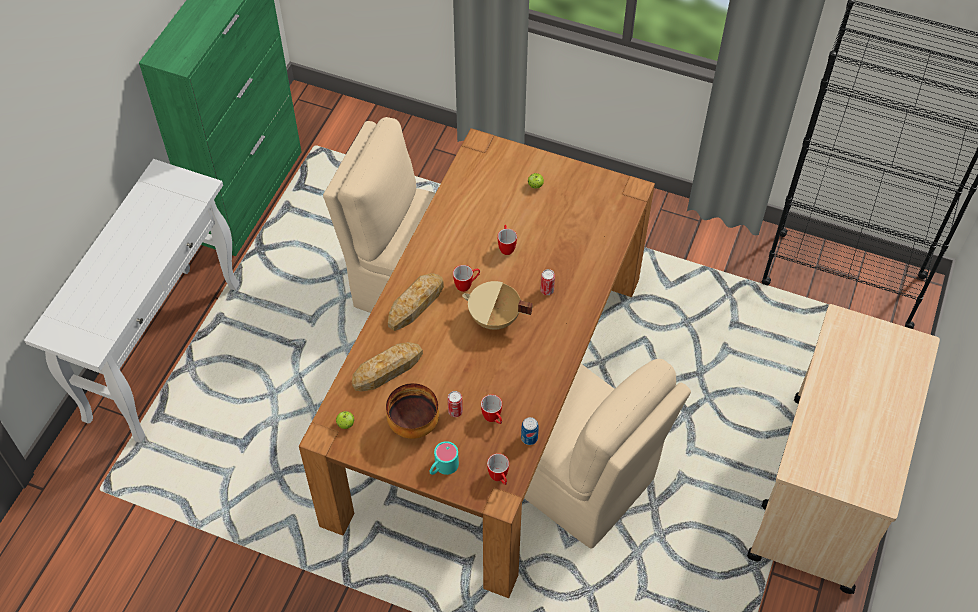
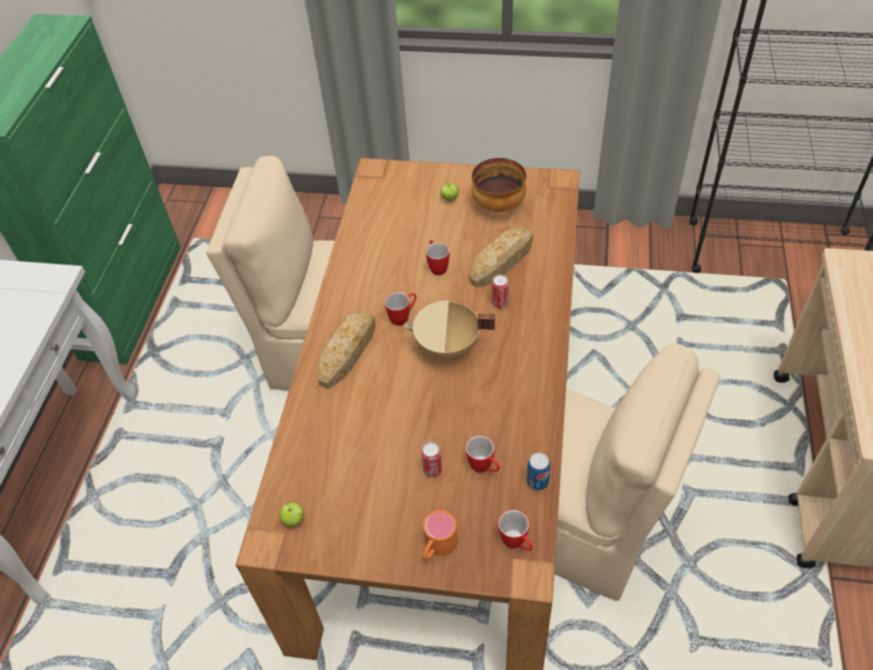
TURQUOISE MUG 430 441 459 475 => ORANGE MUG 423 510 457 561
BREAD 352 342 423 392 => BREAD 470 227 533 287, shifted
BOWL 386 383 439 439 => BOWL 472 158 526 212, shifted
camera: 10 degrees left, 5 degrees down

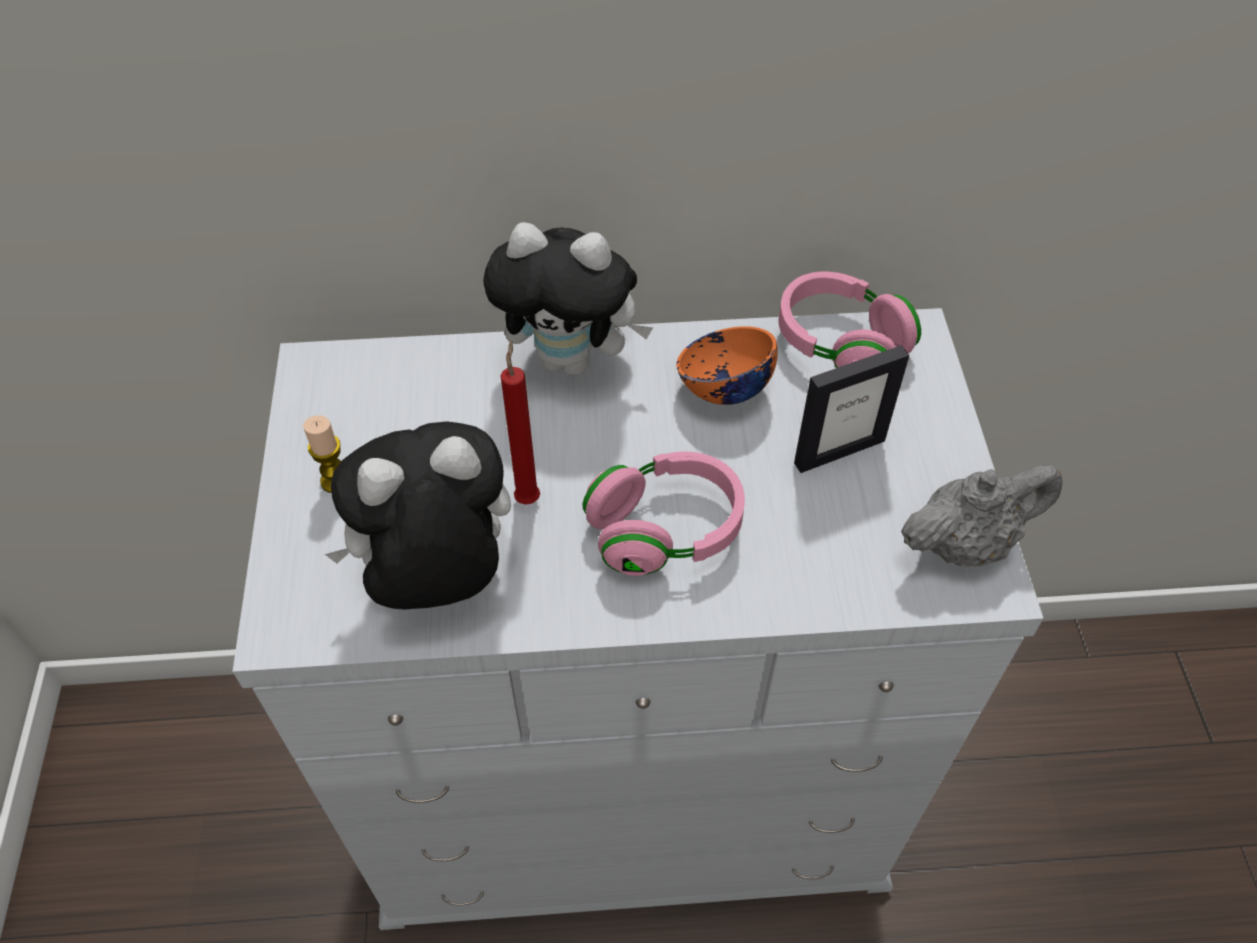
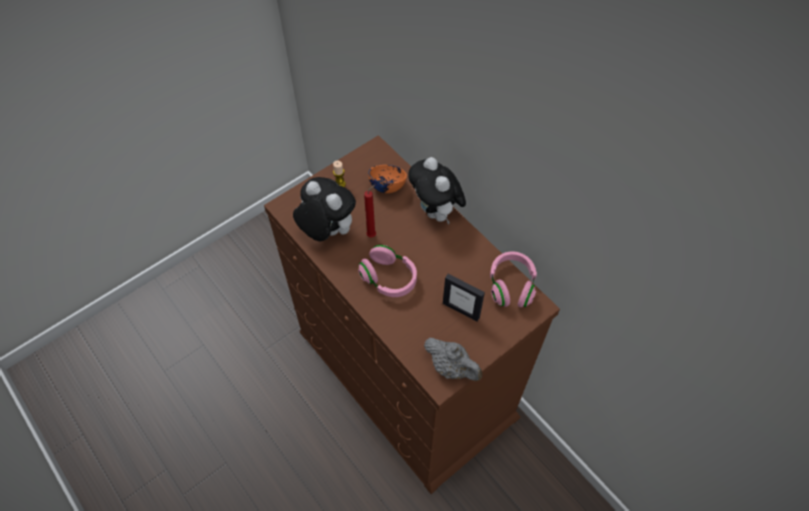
WHITE DRESSER 233 308 1044 930 => BROWN DRESSER 264 135 560 494
ORANGE BOWL 676 326 778 405 => ORANGE BOWL 368 165 407 193, shifted
camera: 55 degrees right, 5 degrees up

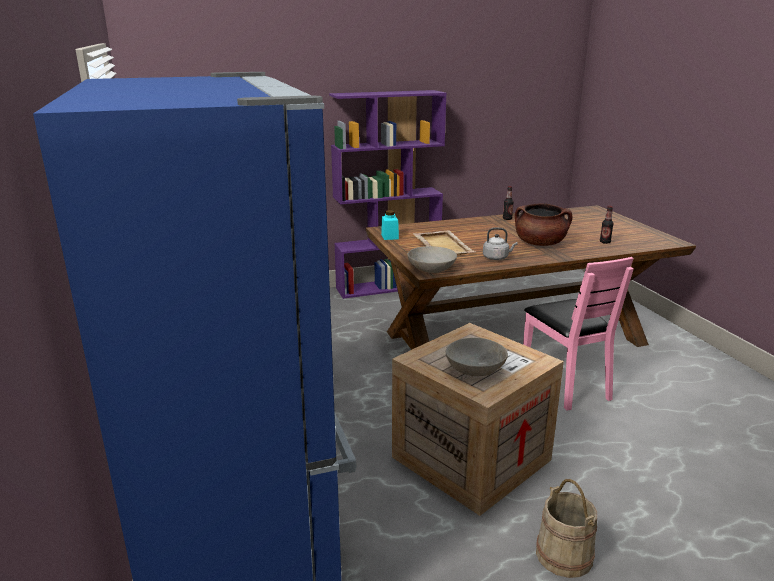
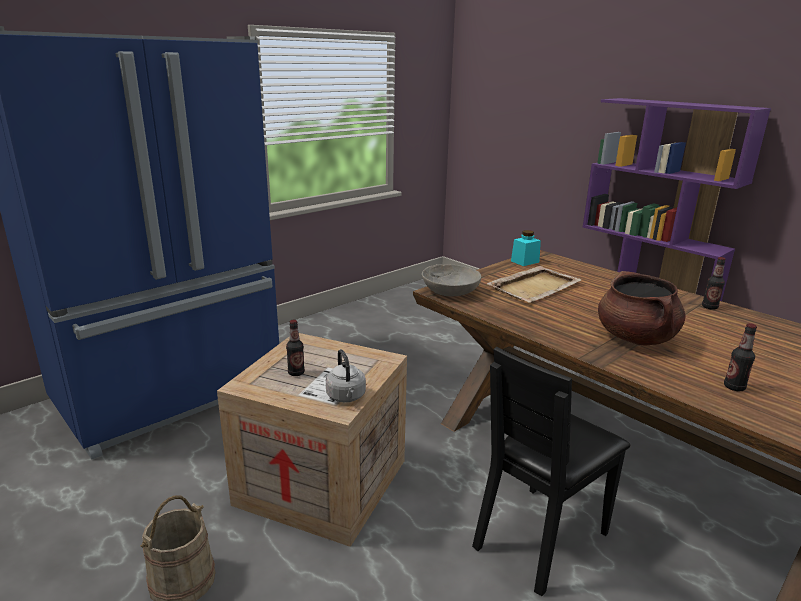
GREY BOWL 446 338 508 376 => BOTTLE 286 320 305 376
GREY KETTLE 483 228 518 260 => GREY KETTLE 326 349 366 403, shifted
PINK CHAIR 523 257 634 410 => BLACK CHAIR 472 347 630 596
camera: 65 degrees right, 0 degrees up

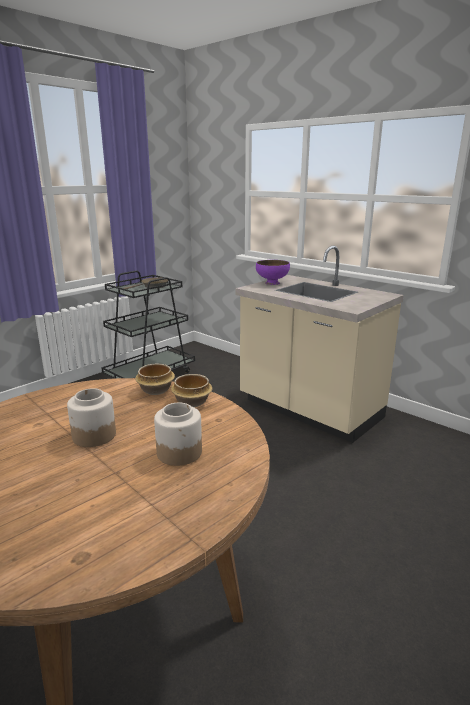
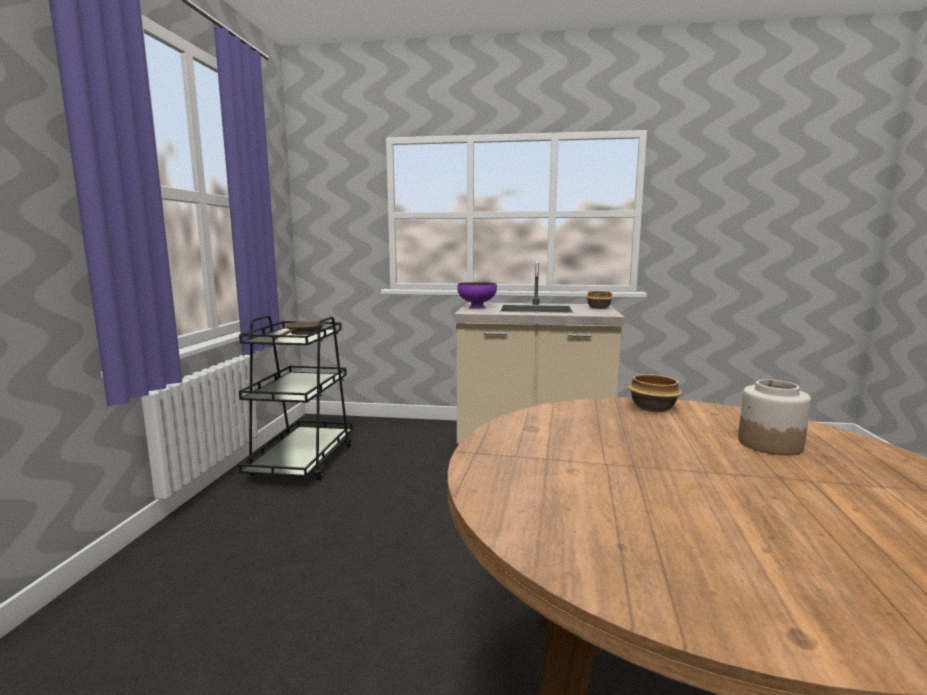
BOWL 135 363 175 395 => BOWL 586 291 614 309, shifted
JAR 67 388 116 447 => nothing
camera: 35 degrees left, 10 degrees down

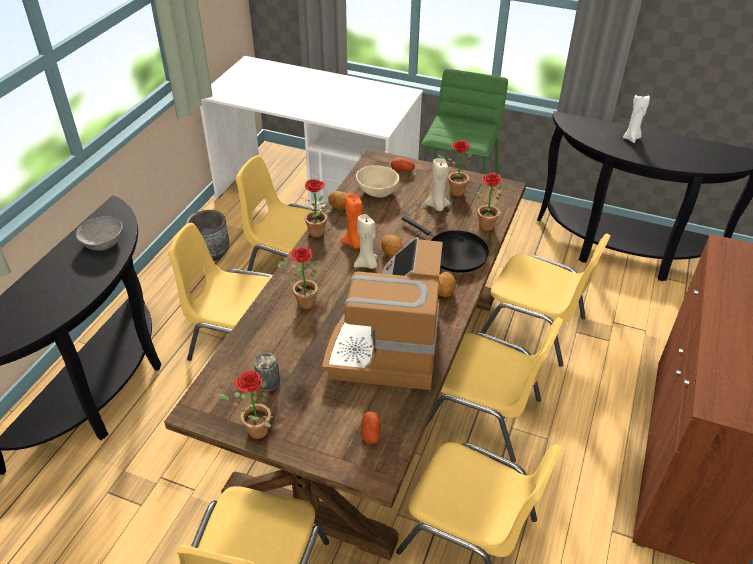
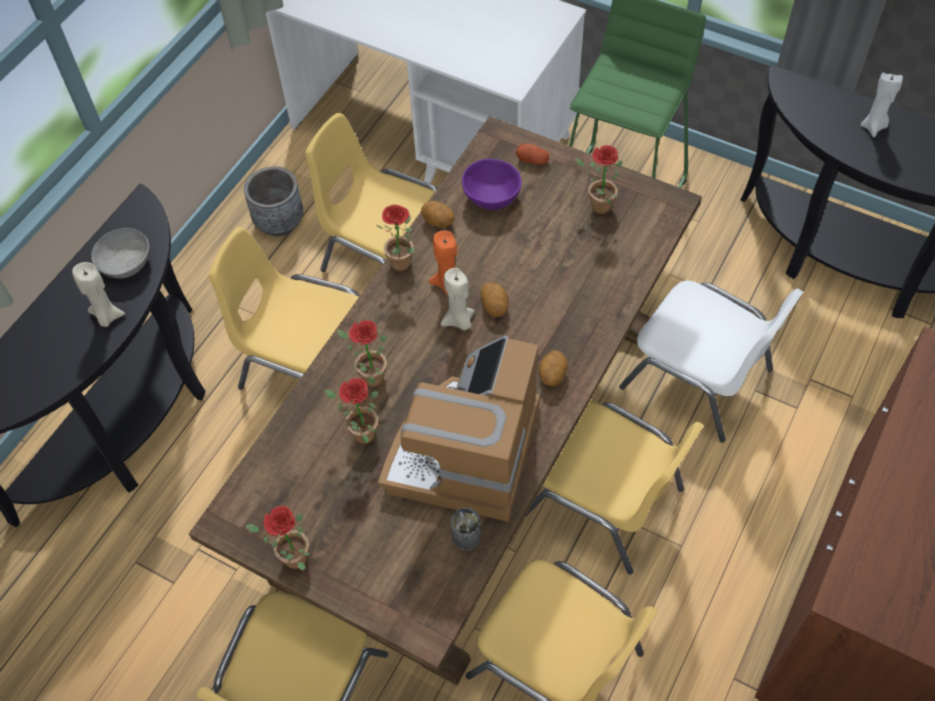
BEIGE CANDLE 424 158 451 211 => BEIGE CANDLE 72 262 125 327, shifted
POTTED PLANT 466 173 502 232 => POTTED PLANT 324 378 378 444, shifted
CAN 254 353 280 391 => CAN 451 508 481 551, shifted
BEIGE BOWL 356 165 399 198 => PURPLE BOWL 462 159 522 210
YELLOW CHAIR 480 234 611 367 => WHITE CHAIR 619 281 803 443
POTATO 361 412 381 444 => nothing
BLACK FRYING PAN 402 216 490 273 => nothing
camera: 10 degrees right, 15 degrees up

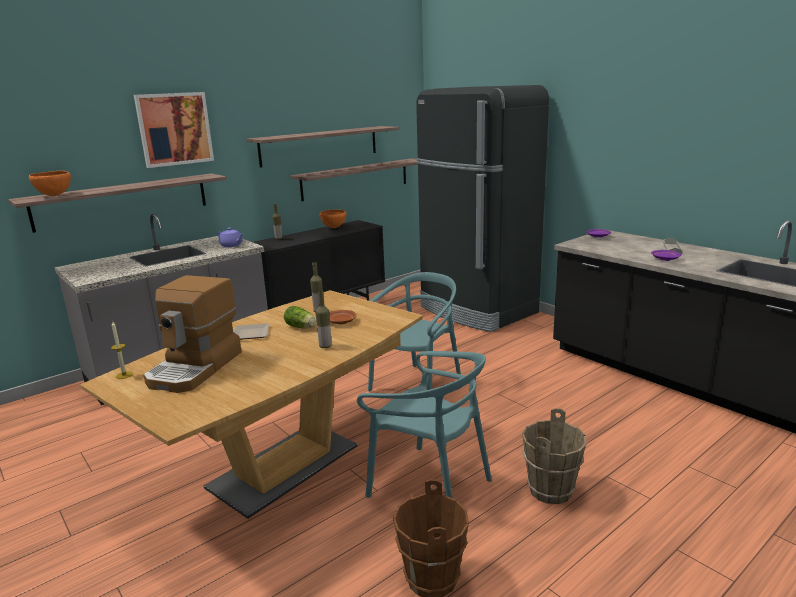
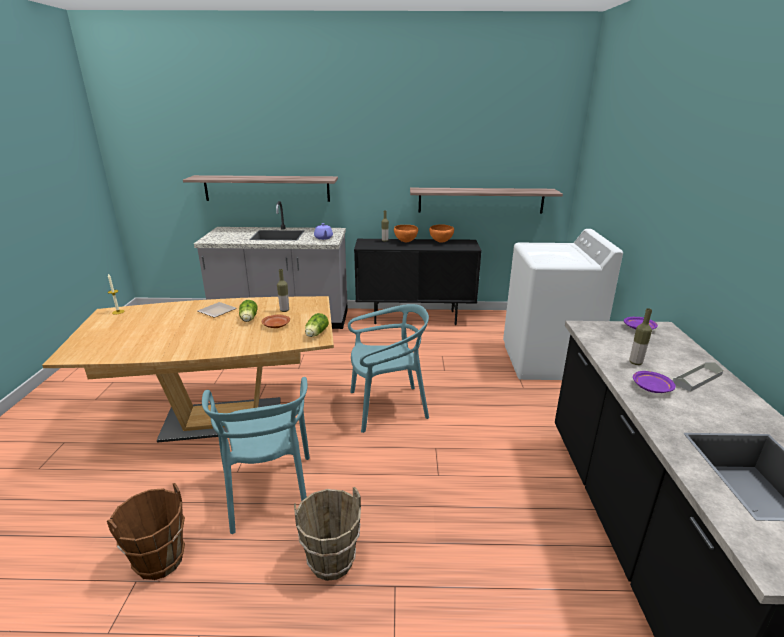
nothing => LETTUCE 305 313 329 337
ORANGE BOWL 29 171 71 196 => ORANGE BOWL 394 225 418 242, shifted
BLACK FRIDGE 416 85 549 332 => WHITE WASHING MACHINE 503 229 623 380
BOTTLE 315 291 332 348 => BOTTLE 629 308 652 365, shifted
PICTURE 134 92 214 168 => nothing
COFFEE MACHINE 143 275 242 393 => nothing
SHELF 247 126 399 167 => nothing
camera: 40 degrees right, 5 degrees up

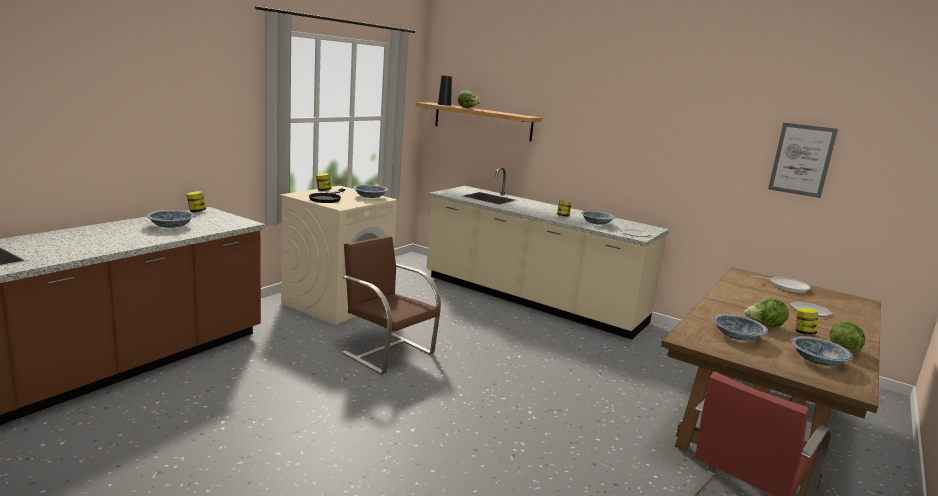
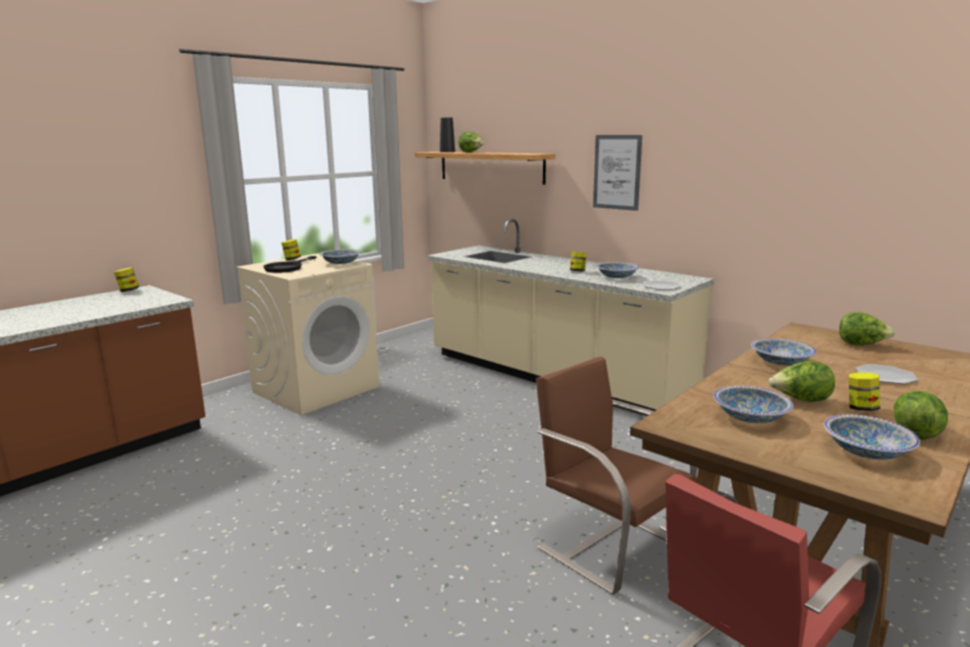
BROWN CHAIR 341 235 441 375 => BROWN CHAIR 536 357 697 595, shifted
PICTURE 768 123 838 198 => PICTURE 593 135 642 211, shifted
BOWL 147 210 195 228 => BOWL 751 338 817 366, shifted
FRYING PAN 751 275 811 293 => LETTUCE 839 312 895 345
camera: 10 degrees right, 0 degrees up

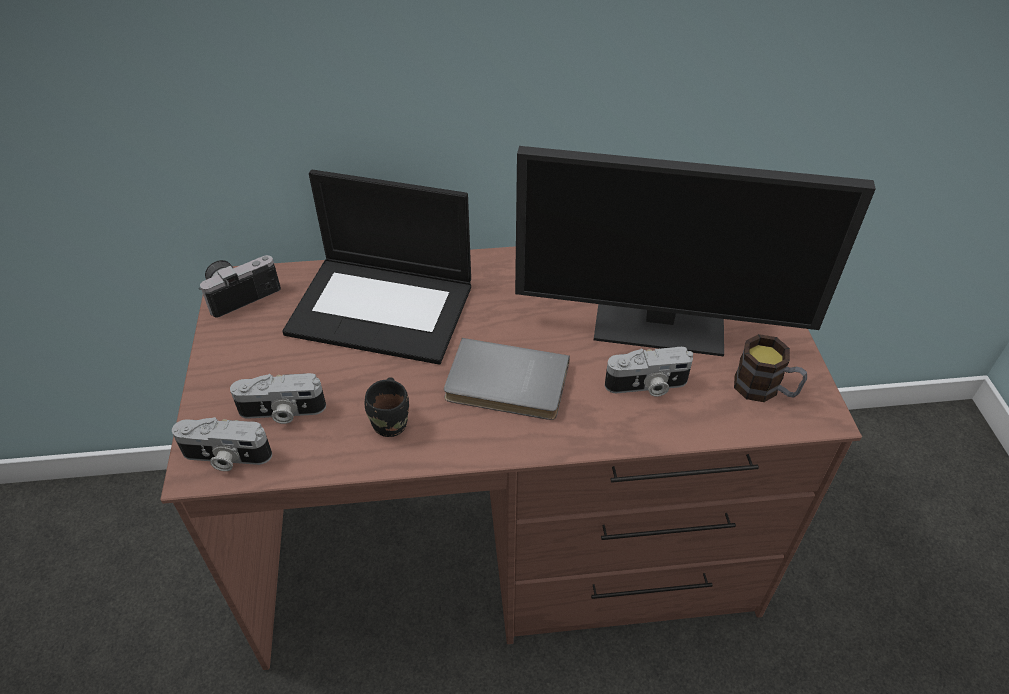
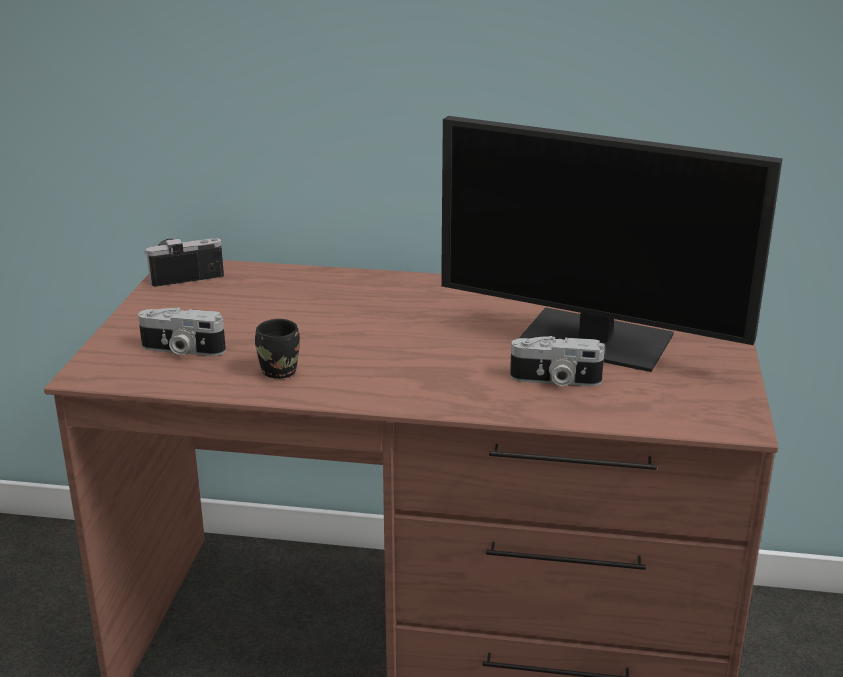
PHOTO CAMERA 172 417 272 471 => nothing
LAPTOP 282 170 471 365 => nothing
GREY BOOK 444 338 570 420 => nothing
MUG 734 334 807 402 => nothing
camera: 15 degrees right, 20 degrees down

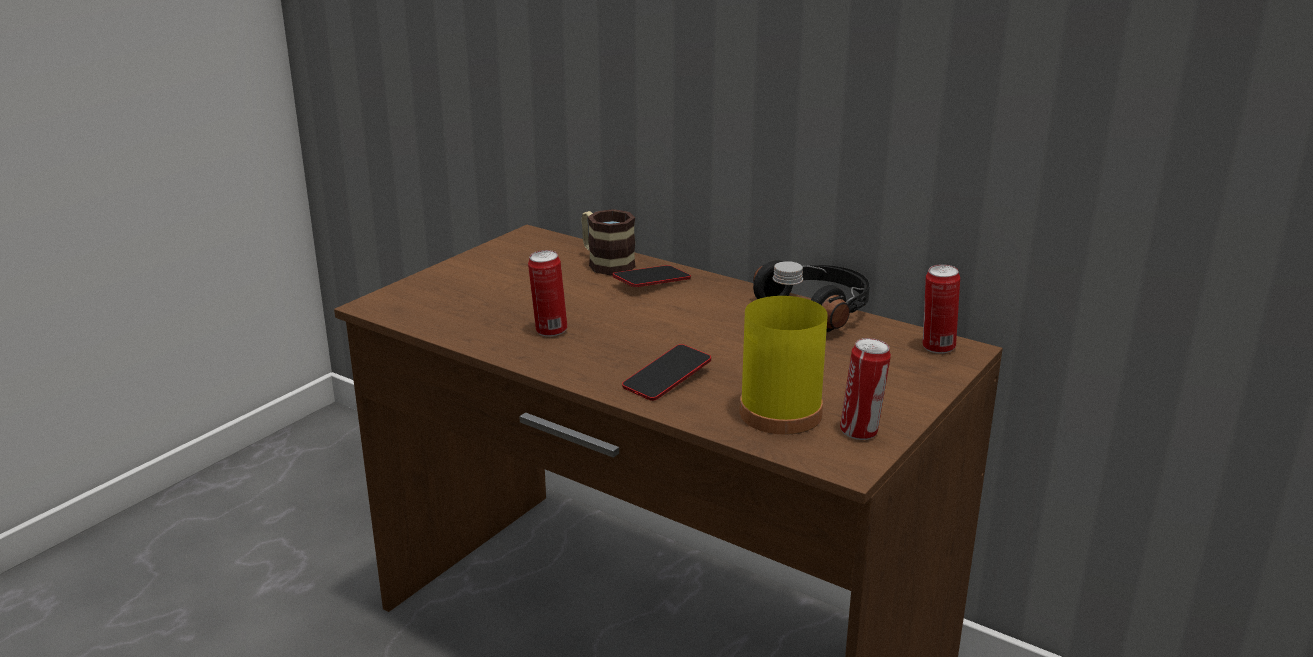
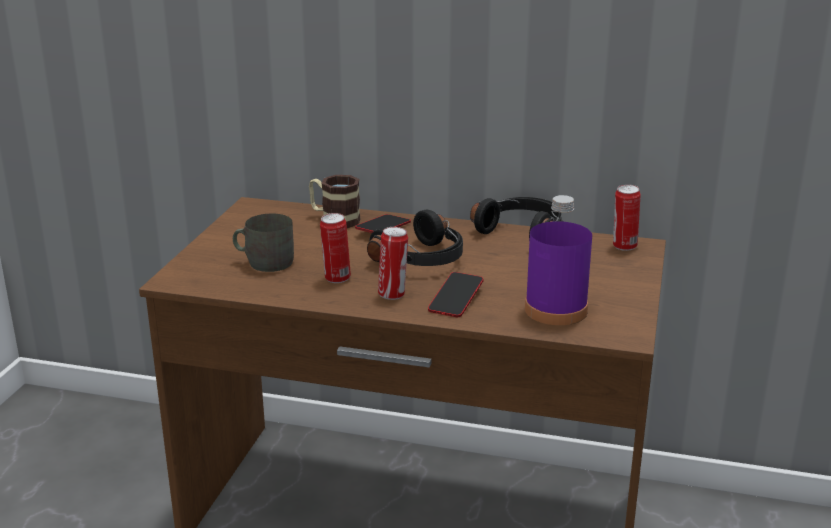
nothing => GREY MUG 233 213 294 272
nothing => BLACK HEADPHONES 367 210 463 266
CAN 840 338 891 440 => CAN 378 227 408 300, shifted
YELLOW BOTTLE 739 261 828 435 => PURPLE BOTTLE 525 195 592 325
camera: 20 degrees left, 0 degrees up

